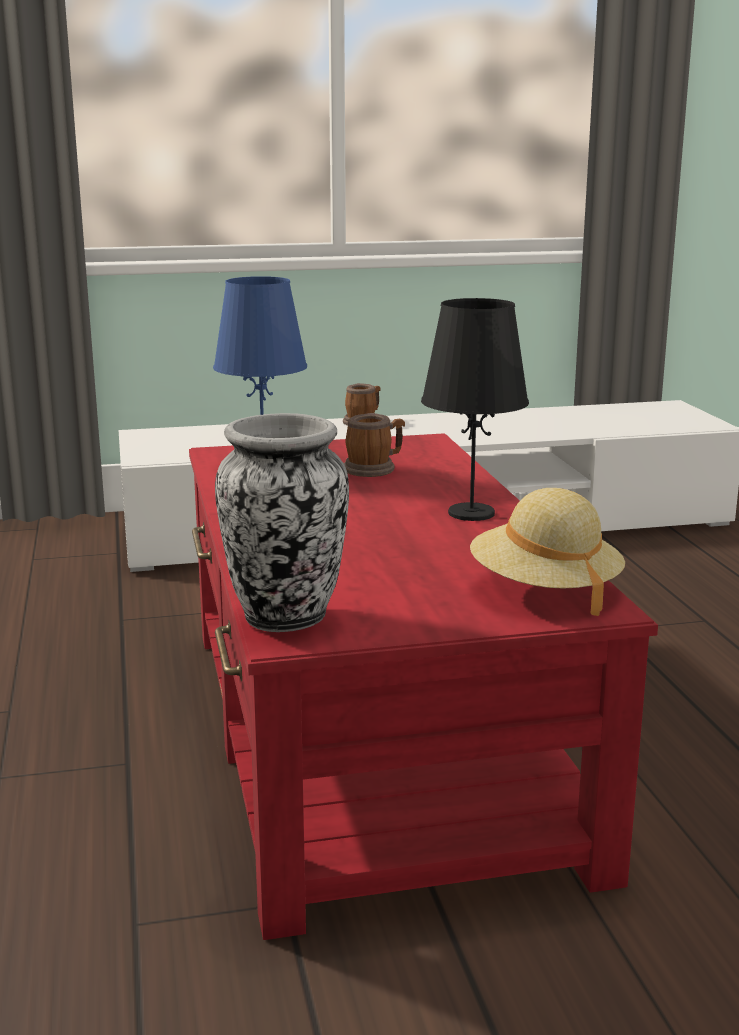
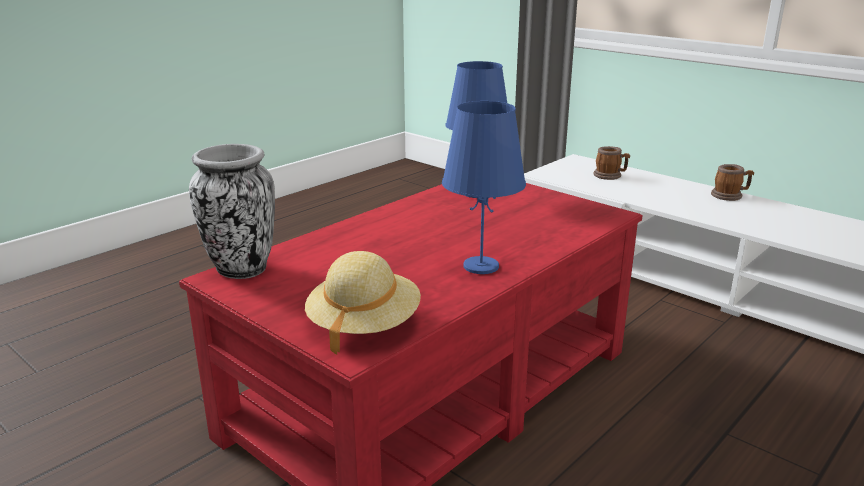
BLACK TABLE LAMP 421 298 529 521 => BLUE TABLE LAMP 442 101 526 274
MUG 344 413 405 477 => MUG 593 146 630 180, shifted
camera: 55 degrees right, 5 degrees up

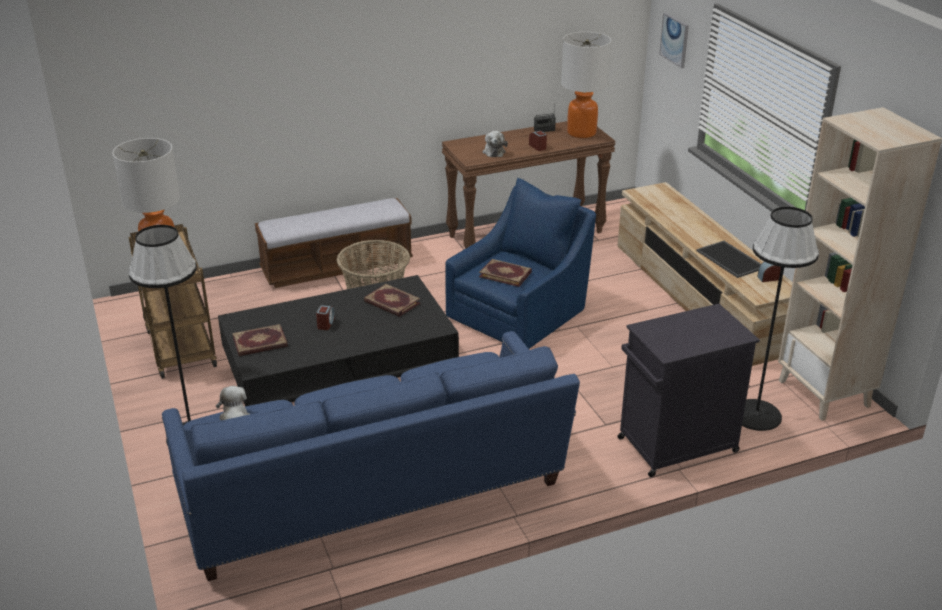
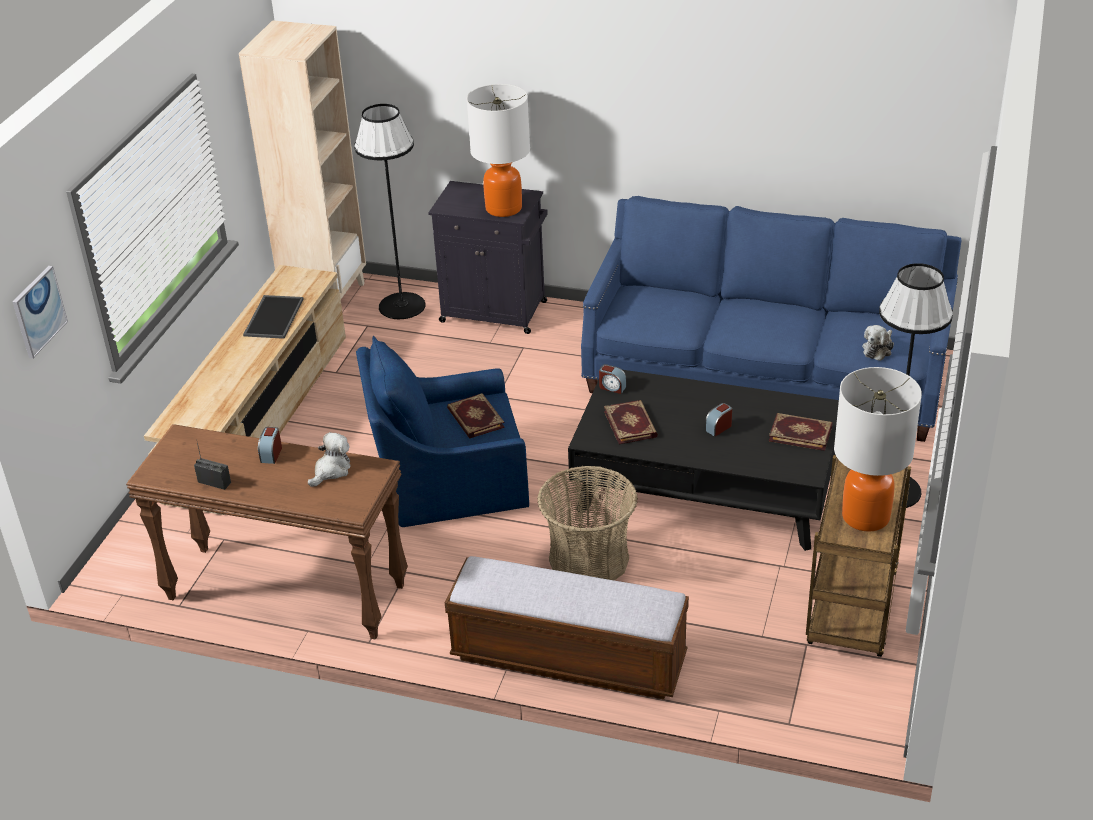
TABLE LAMP 561 32 611 138 => TABLE LAMP 467 84 530 217, shifted
ALARM CLOCK 757 262 781 282 => ALARM CLOCK 599 364 626 394, shifted
camera: 140 degrees left, 5 degrees up

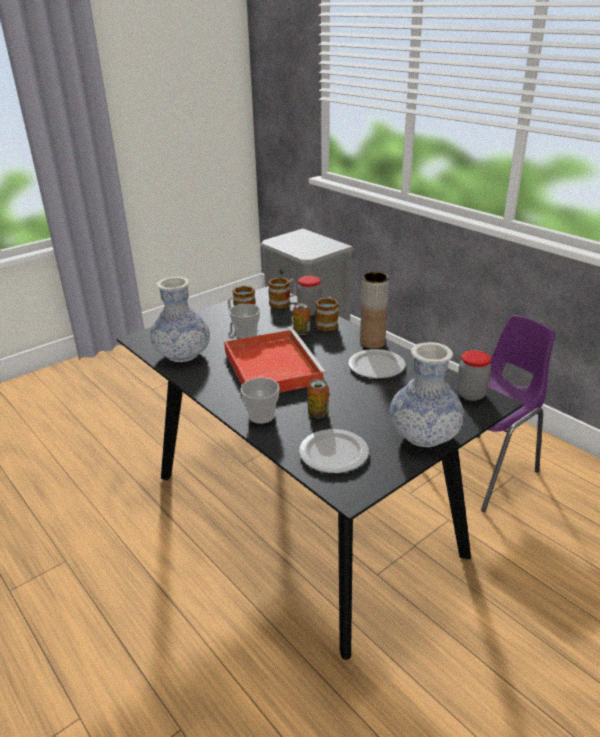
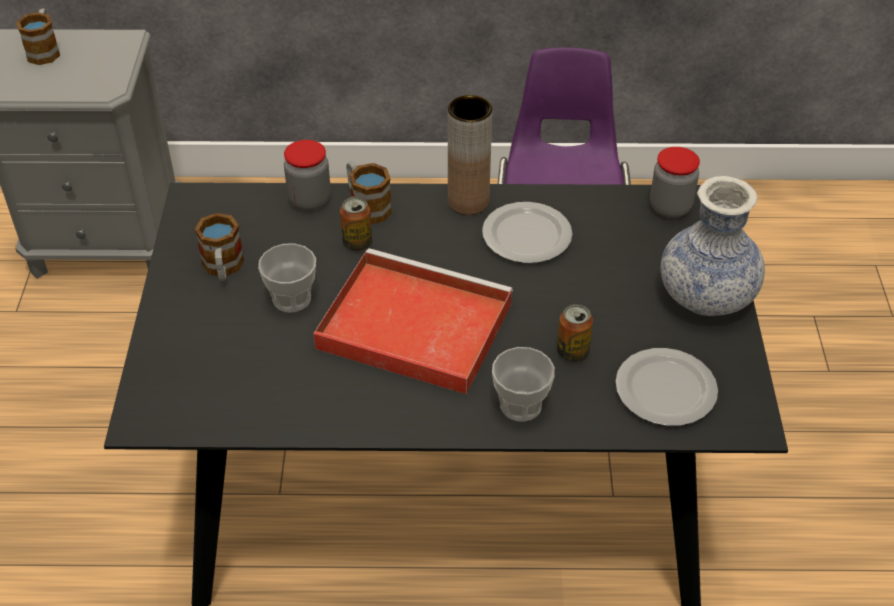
MUG 268 278 296 309 => MUG 17 9 60 65, shifted
VASE 150 277 210 362 => nothing
camera: 50 degrees left, 15 degrees up

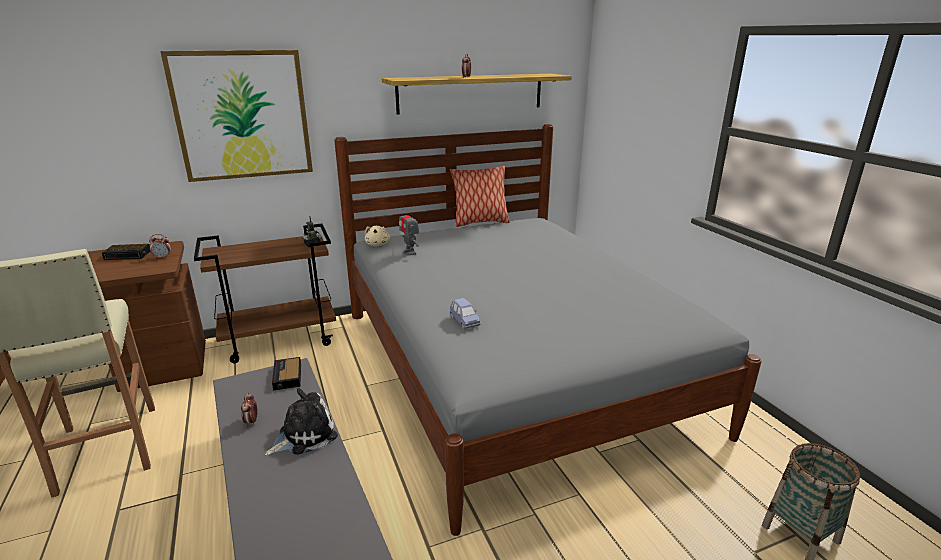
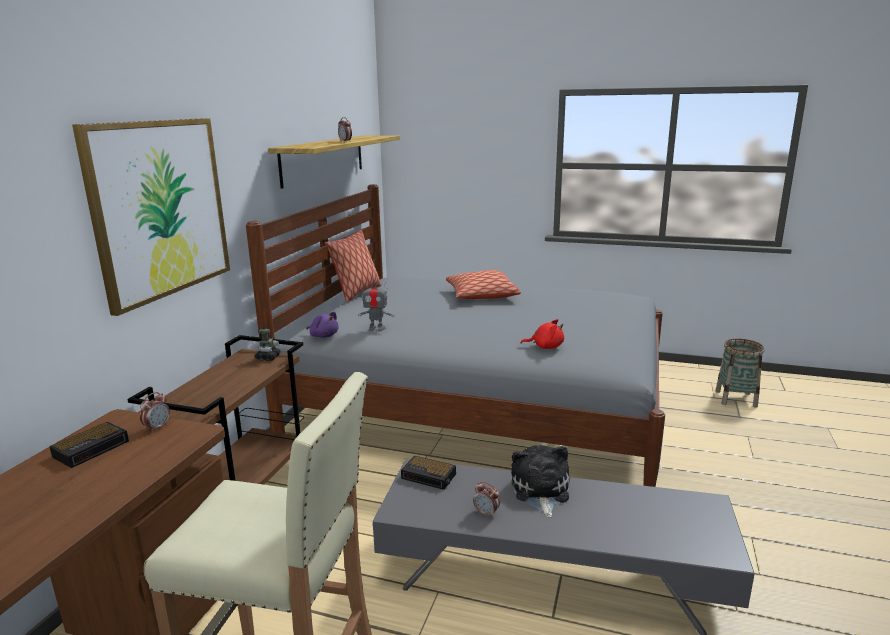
BEIGE PLUSH TOY 365 226 390 246 => PURPLE PLUSH TOY 306 312 339 338
nothing => PILLOW 446 270 521 299
BLUE TOY CAR 450 298 481 330 => RED PLUSH TOY 521 319 564 349
camera: 50 degrees left, 5 degrees down

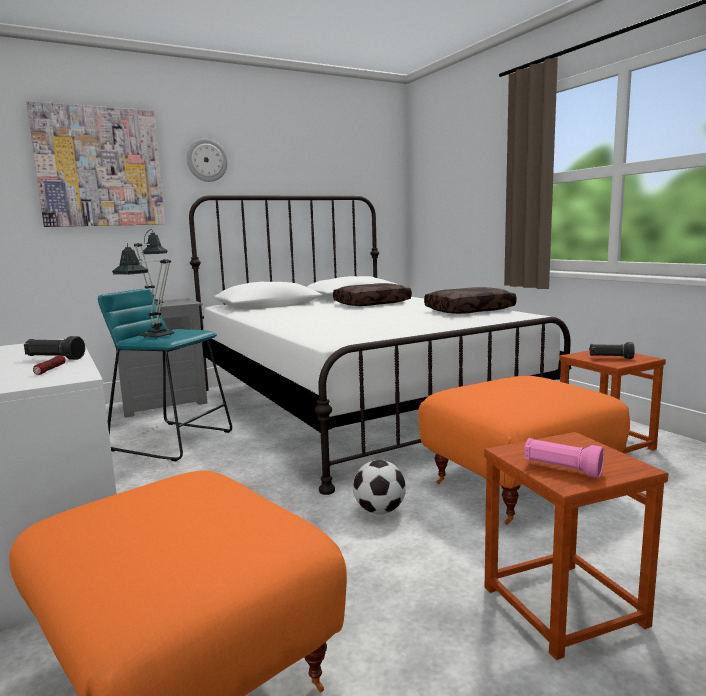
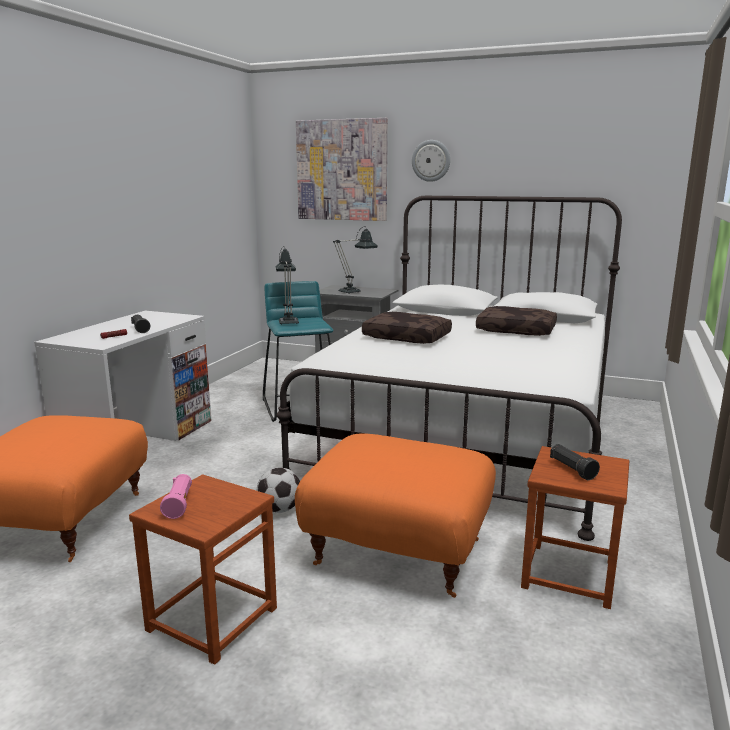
BROWN PILLOW 424 287 517 314 => BROWN PILLOW 362 312 452 344, shifted
camera: 50 degrees right, 5 degrees up

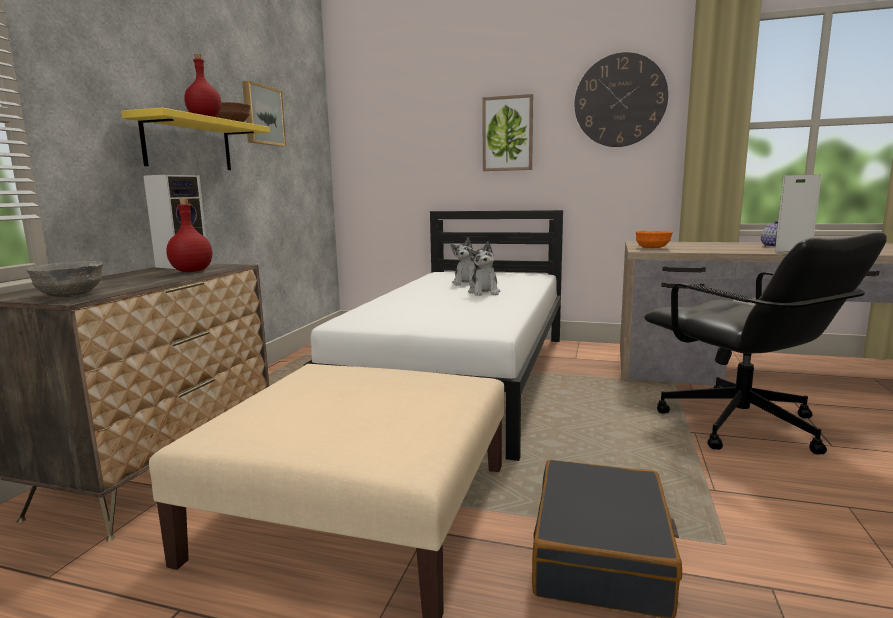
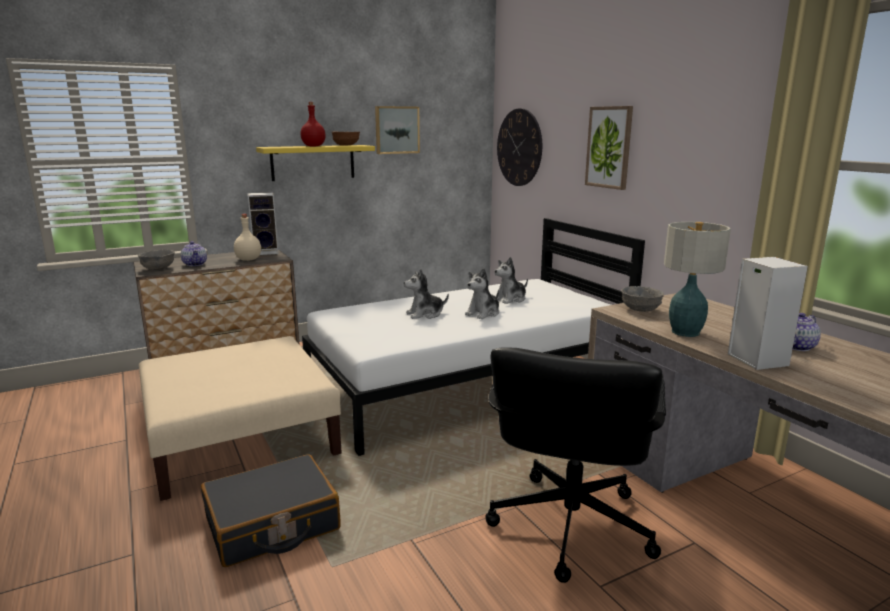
nothing => TEAPOT 181 241 207 266
RED BOTTLE 166 199 212 272 => BEIGE BOTTLE 234 214 261 261
nothing => PLUSH TOY 404 269 449 319
WALL CLOCK 575 52 668 147 => WALL CLOCK 497 108 542 186, shifted
ORANGE BOWL 636 231 673 248 => GREY BOWL 621 286 664 312
nothing => TABLE LAMP 664 222 731 337
camera: 45 degrees right, 5 degrees up

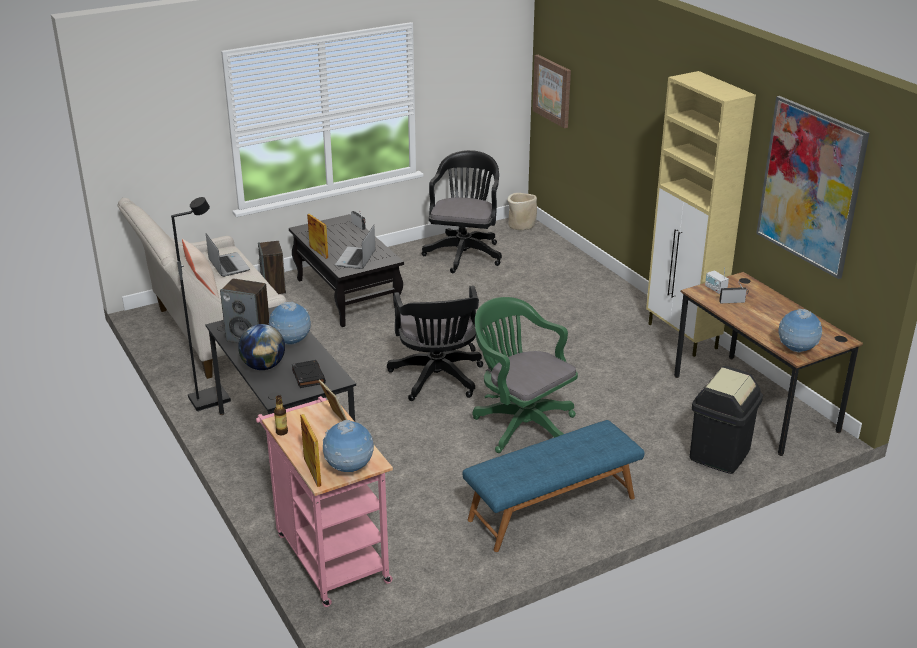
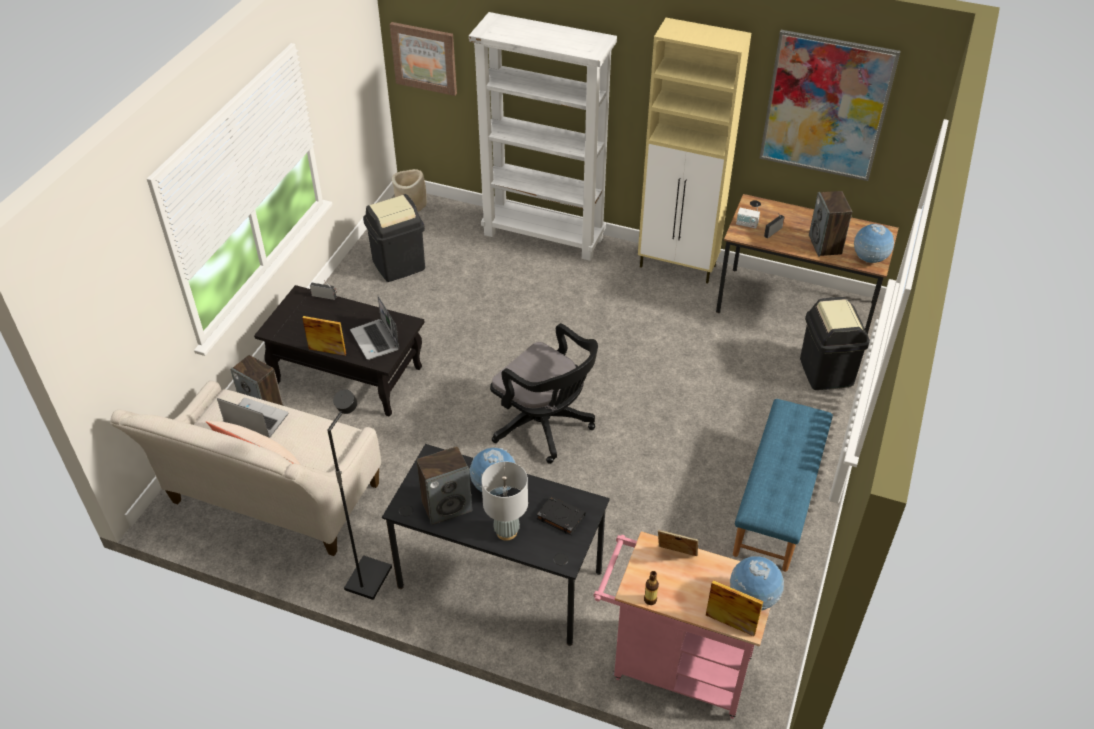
BLACK OFFICE CHAIR 422 150 502 273 => BLACK TRASH CAN 363 194 425 282
nothing => WHITE BOOKCASE 469 12 617 261
GLOBE 238 324 285 370 => GREY TABLE LAMP 481 462 528 541
nothing => SPEAKER 809 191 852 256
GREEN OFFICE CHAIR 473 297 578 453 => nothing
camera: 40 degrees left, 15 degrees up

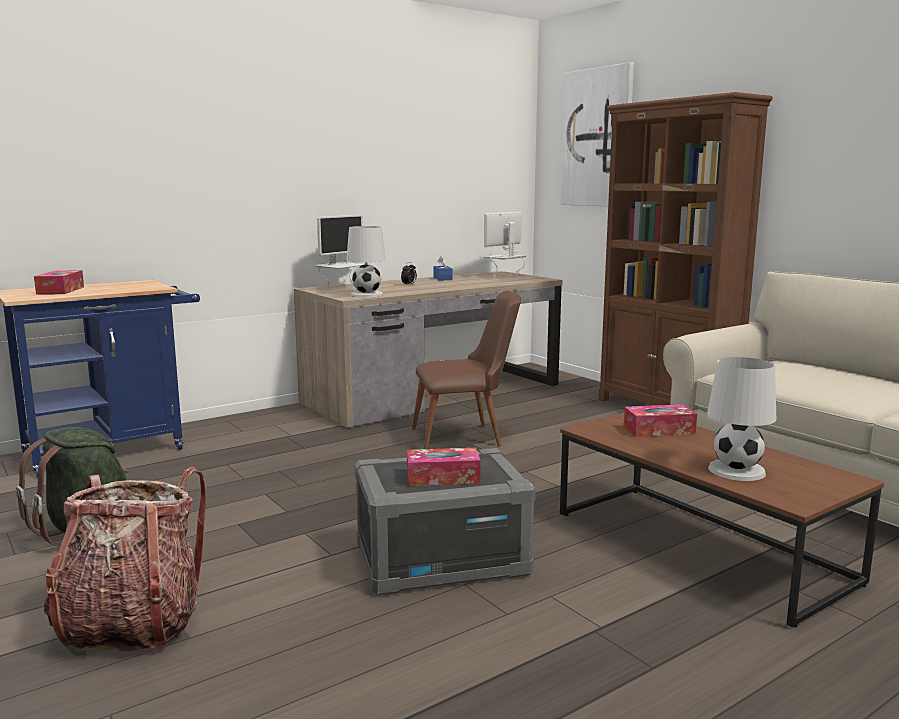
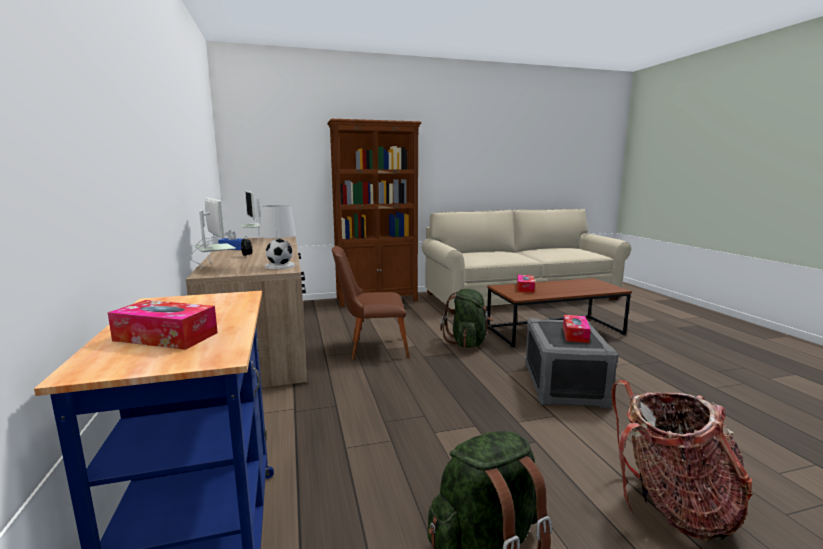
BROWN CHAIR 412 291 521 449 => BROWN CHAIR 332 246 410 360, 105 degrees counterclockwise
nothing => GREEN BACKPACK 440 289 493 348
PICTURE 561 62 634 206 => nothing
WHITE TABLE LAMP 707 357 776 481 => nothing
camera: 70 degrees left, 0 degrees up

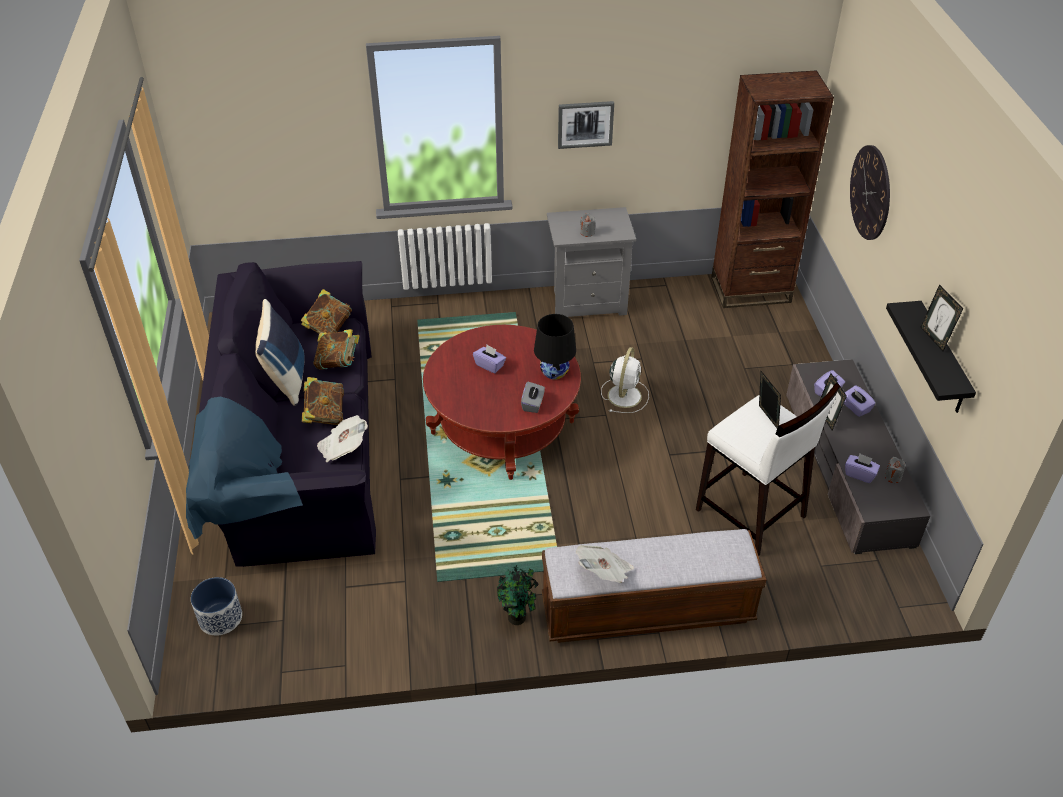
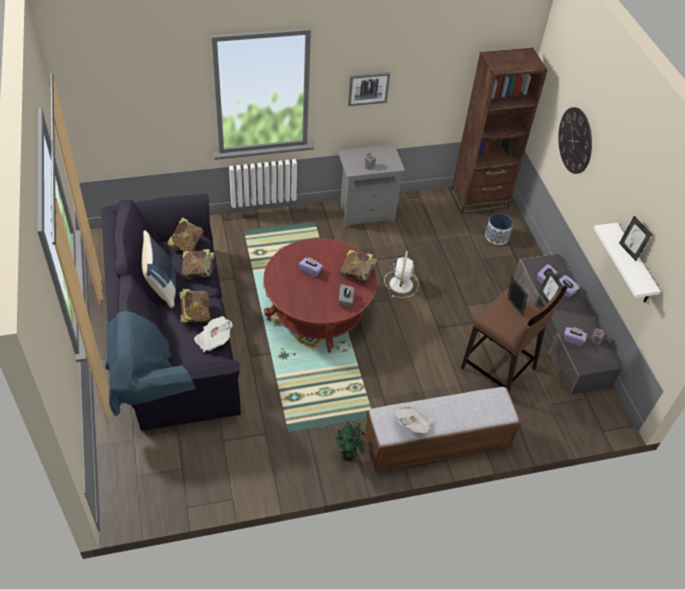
BLACK TABLE LAMP 534 314 576 380 => BOOK 340 250 377 280
WHITE STOOL 696 383 840 556 => BROWN STOOL 461 285 568 393
PLANTER 191 577 242 636 => PLANTER 485 213 513 245, shifted
BLACK SHELF 886 301 976 413 => WHITE SHELF 594 223 661 302
camera: 10 degrees left, 5 degrees up

